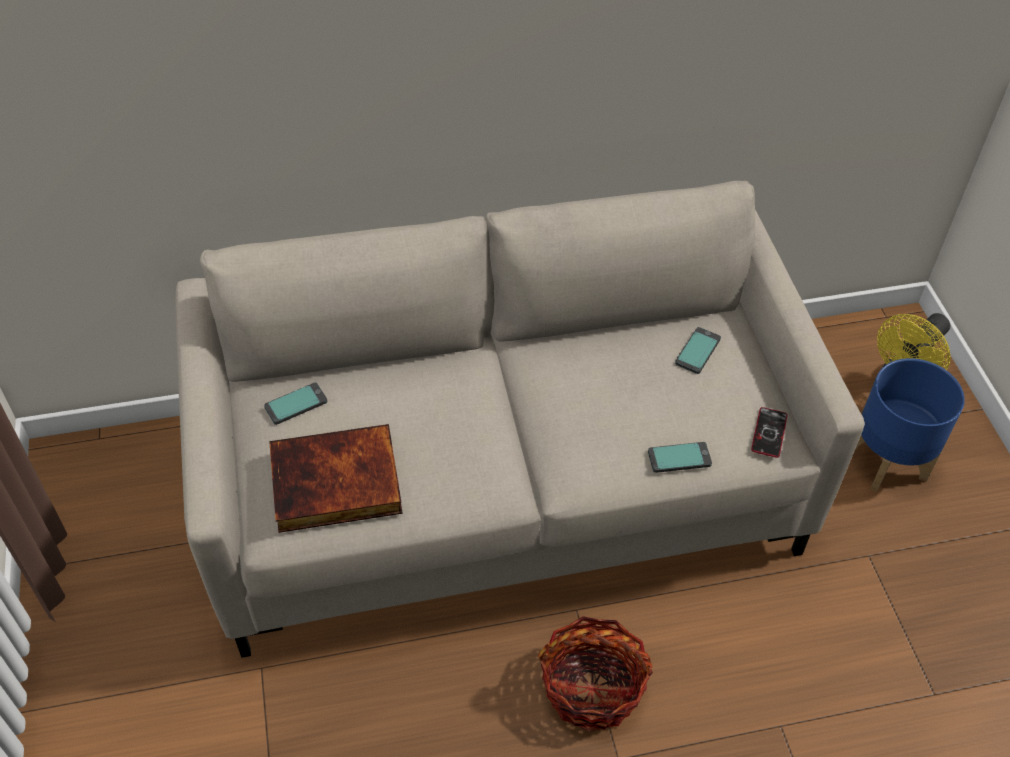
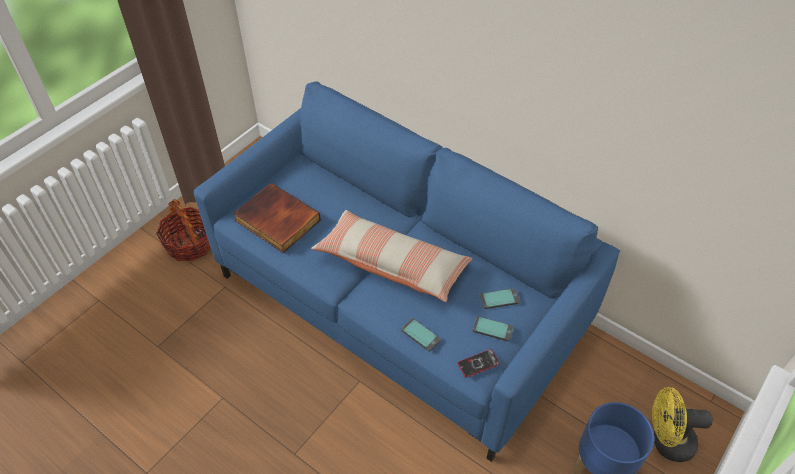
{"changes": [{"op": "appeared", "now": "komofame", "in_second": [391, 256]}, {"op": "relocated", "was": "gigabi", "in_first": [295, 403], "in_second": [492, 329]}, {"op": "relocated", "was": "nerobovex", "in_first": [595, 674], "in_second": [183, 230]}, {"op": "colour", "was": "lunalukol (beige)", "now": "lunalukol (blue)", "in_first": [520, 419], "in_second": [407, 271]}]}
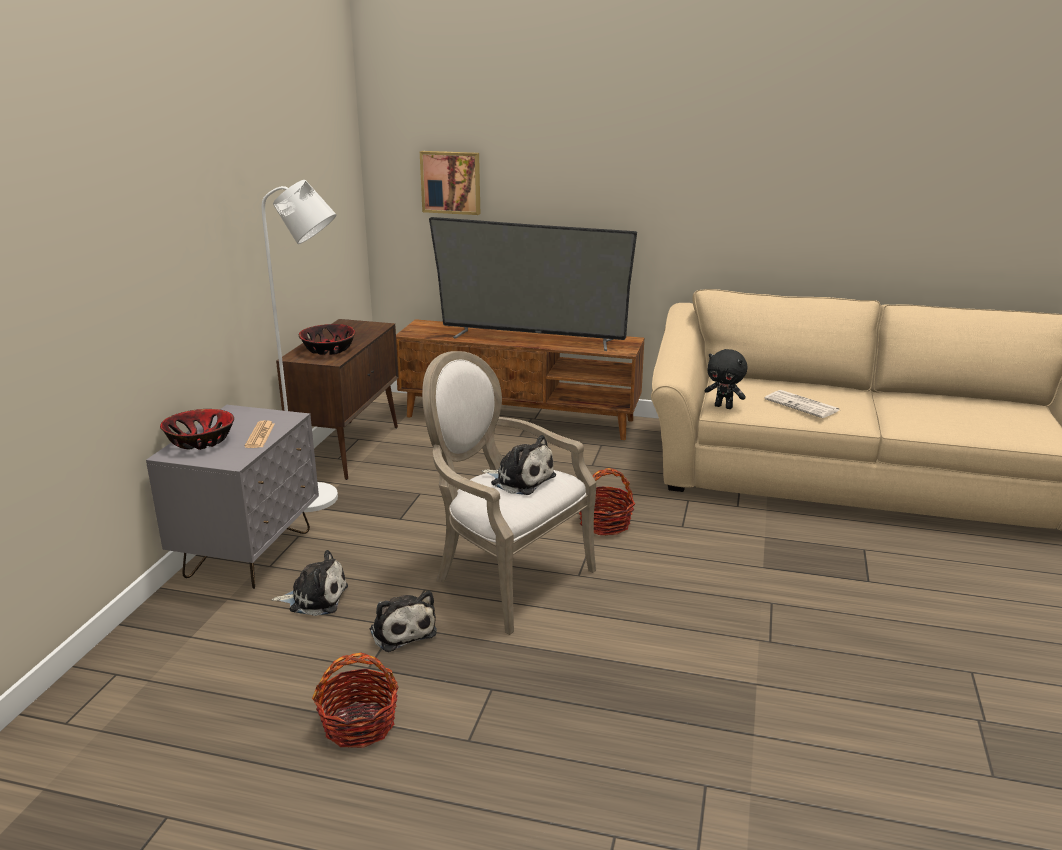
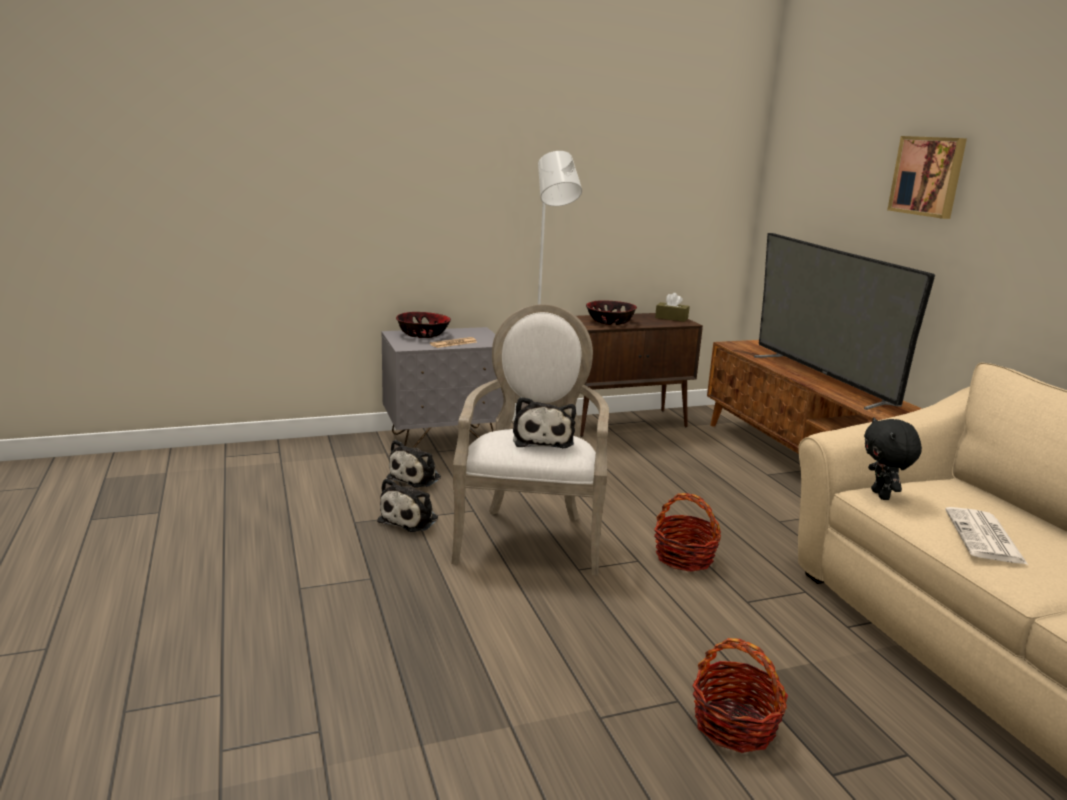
{"changes": [{"op": "appeared", "now": "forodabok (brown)", "in_second": [672, 307]}, {"op": "relocated", "was": "nerobovex", "in_first": [355, 700], "in_second": [740, 695]}, {"op": "relocated", "was": "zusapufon", "in_first": [450, 183], "in_second": [927, 177]}, {"op": "spun", "was": "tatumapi", "in_first": [309, 583], "in_second": [414, 464], "clockwise": 60}]}
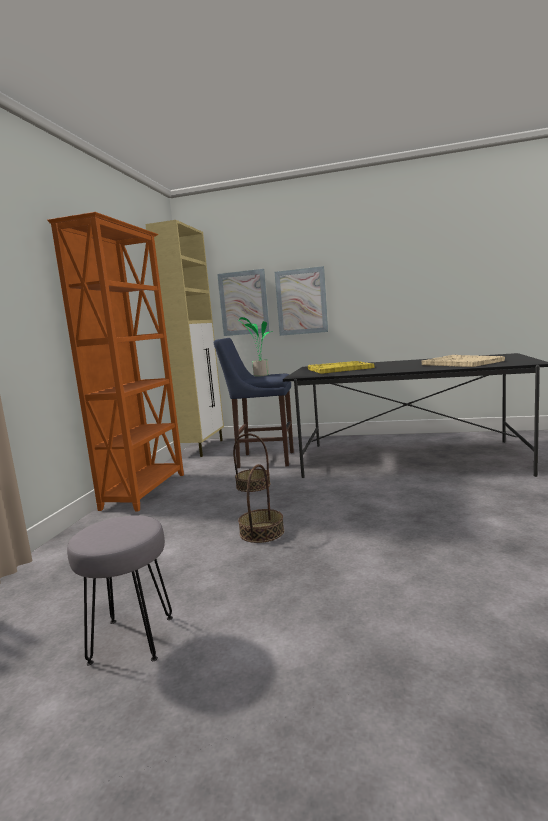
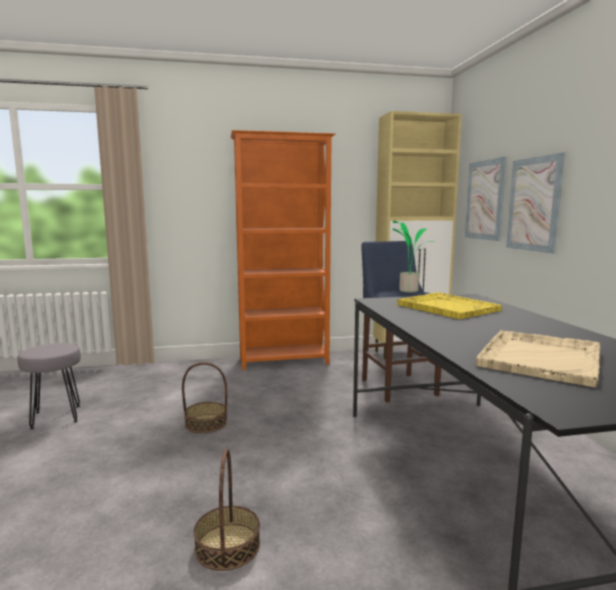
{"changes": [{"op": "relocated", "was": "nerobovex", "in_first": [252, 462], "in_second": [227, 509]}]}
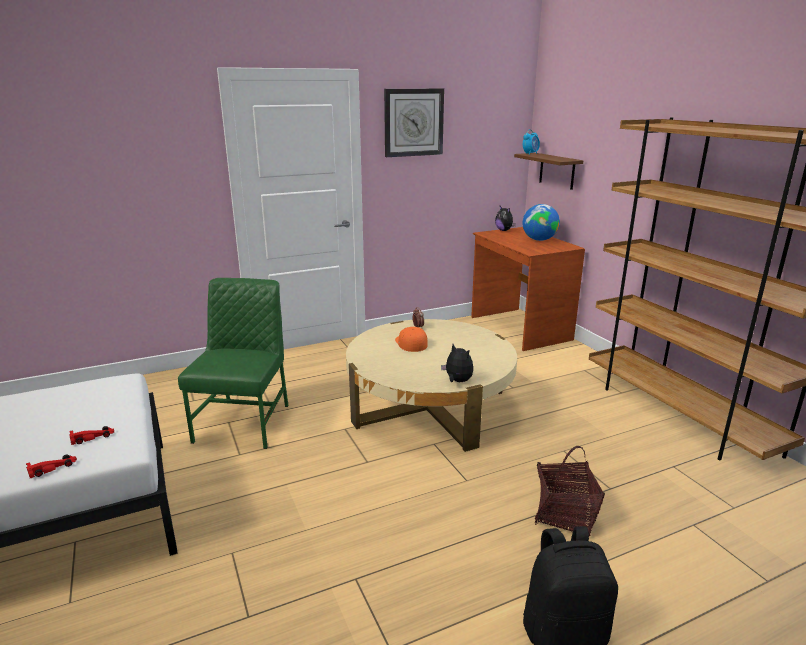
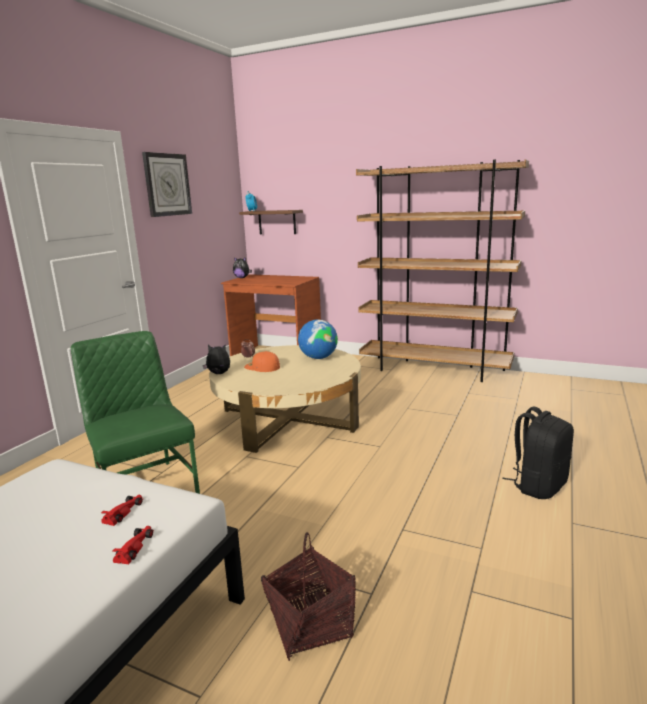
{"changes": [{"op": "relocated", "was": "tatumapi", "in_first": [457, 363], "in_second": [216, 359]}, {"op": "relocated", "was": "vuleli", "in_first": [541, 222], "in_second": [318, 339]}, {"op": "relocated", "was": "nerobovex", "in_first": [570, 491], "in_second": [308, 596]}]}
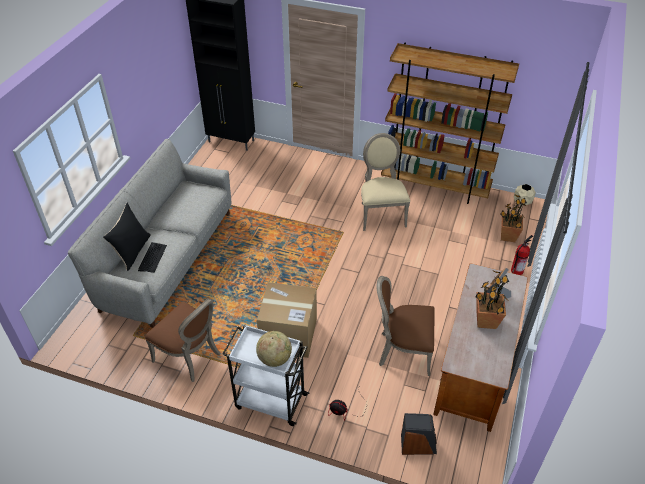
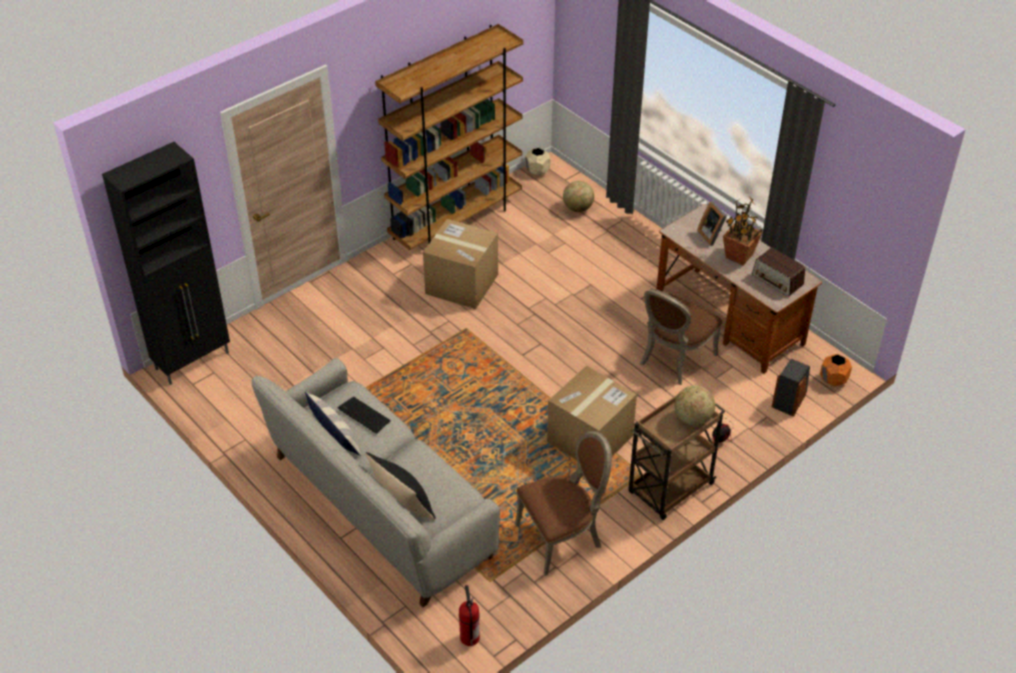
{"changes": [{"op": "appeared", "now": "komofame", "in_second": [333, 423]}, {"op": "appeared", "now": "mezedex", "in_second": [778, 272]}, {"op": "appeared", "now": "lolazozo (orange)", "in_second": [836, 370]}, {"op": "relocated", "was": "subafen", "in_first": [152, 257], "in_second": [364, 415]}, {"op": "relocated", "was": "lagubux", "in_first": [522, 255], "in_second": [469, 615]}, {"op": "exchanged", "was": "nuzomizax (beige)", "now": "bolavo", "in_first": [385, 182], "in_second": [460, 264]}, {"op": "exchanged", "was": "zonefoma", "now": "vuleli", "in_first": [513, 218], "in_second": [578, 196]}, {"op": "colour", "was": "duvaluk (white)", "now": "duvaluk (brown)", "in_first": [266, 375], "in_second": [676, 457]}]}
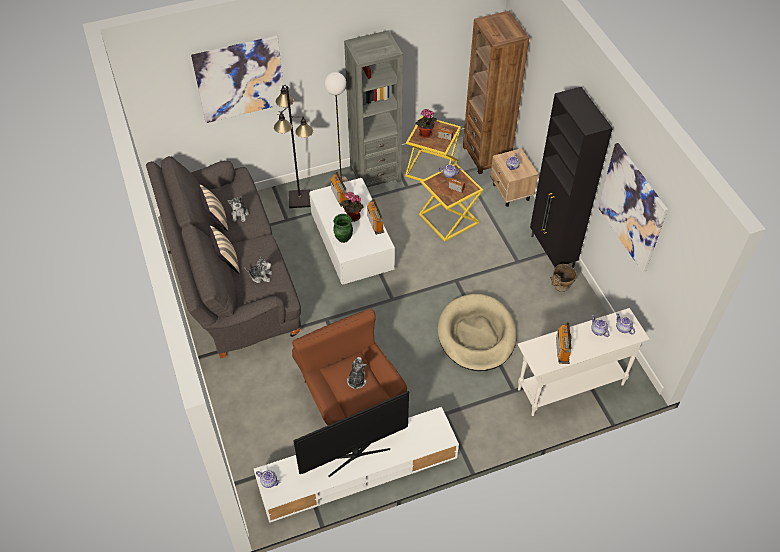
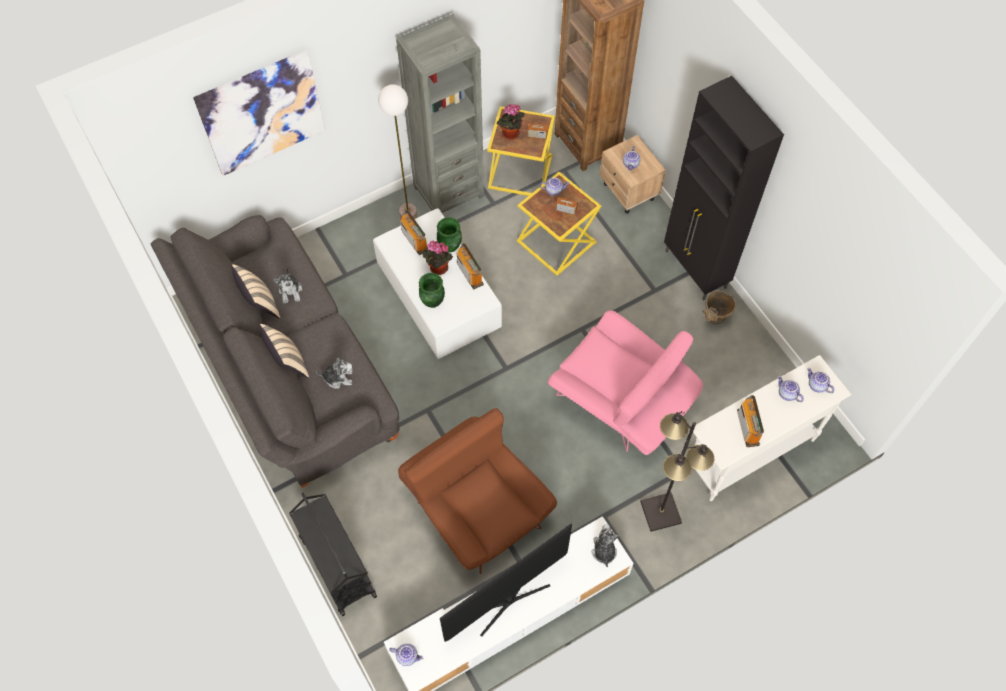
{"changes": [{"op": "missing", "was": "zusapufon", "in_first": [633, 207]}, {"op": "appeared", "now": "duvaluk (black)", "in_second": [333, 554]}, {"op": "appeared", "now": "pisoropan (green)", "in_second": [449, 234]}, {"op": "relocated", "was": "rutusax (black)", "in_first": [294, 146], "in_second": [677, 471]}, {"op": "relocated", "was": "tatumapi", "in_first": [357, 373], "in_second": [605, 545]}, {"op": "exchanged", "was": "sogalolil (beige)", "now": "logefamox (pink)", "in_first": [477, 332], "in_second": [625, 383]}]}
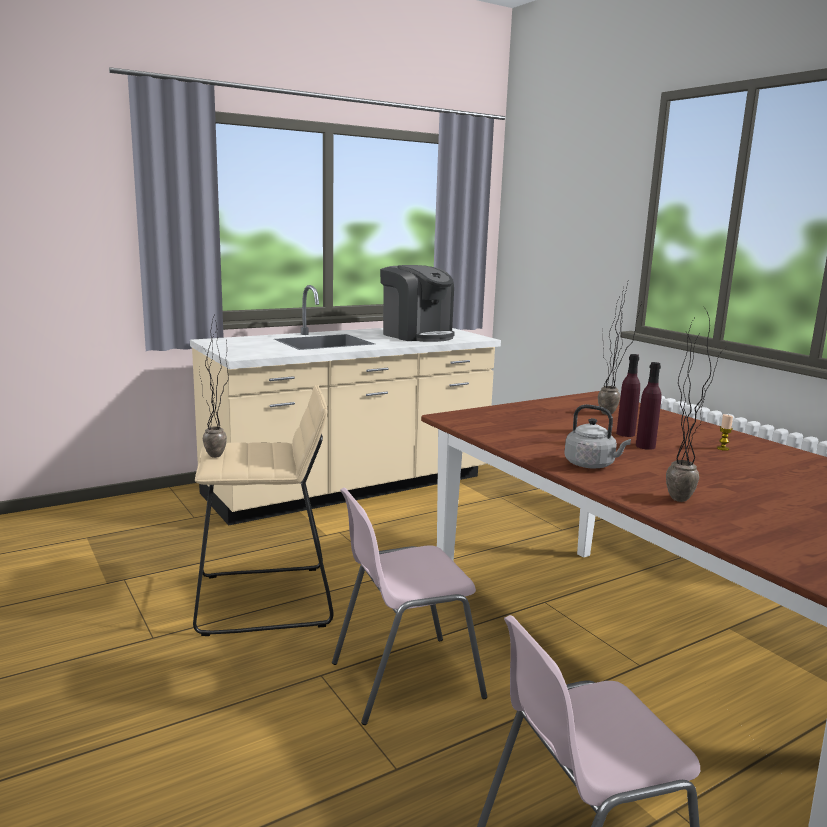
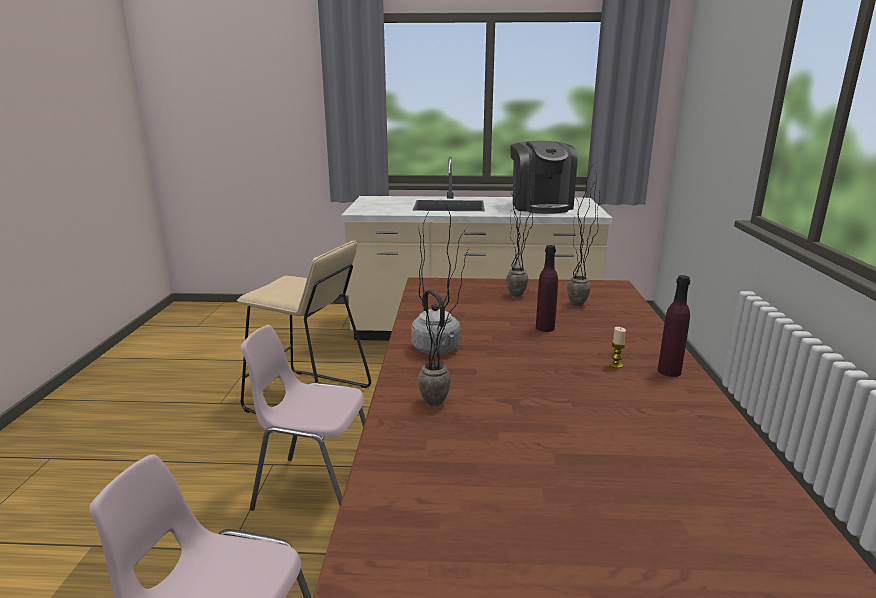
{"changes": [{"op": "relocated", "was": "zonefoma", "in_first": [214, 389], "in_second": [519, 228]}, {"op": "relocated", "was": "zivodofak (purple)", "in_first": [648, 406], "in_second": [674, 326]}]}
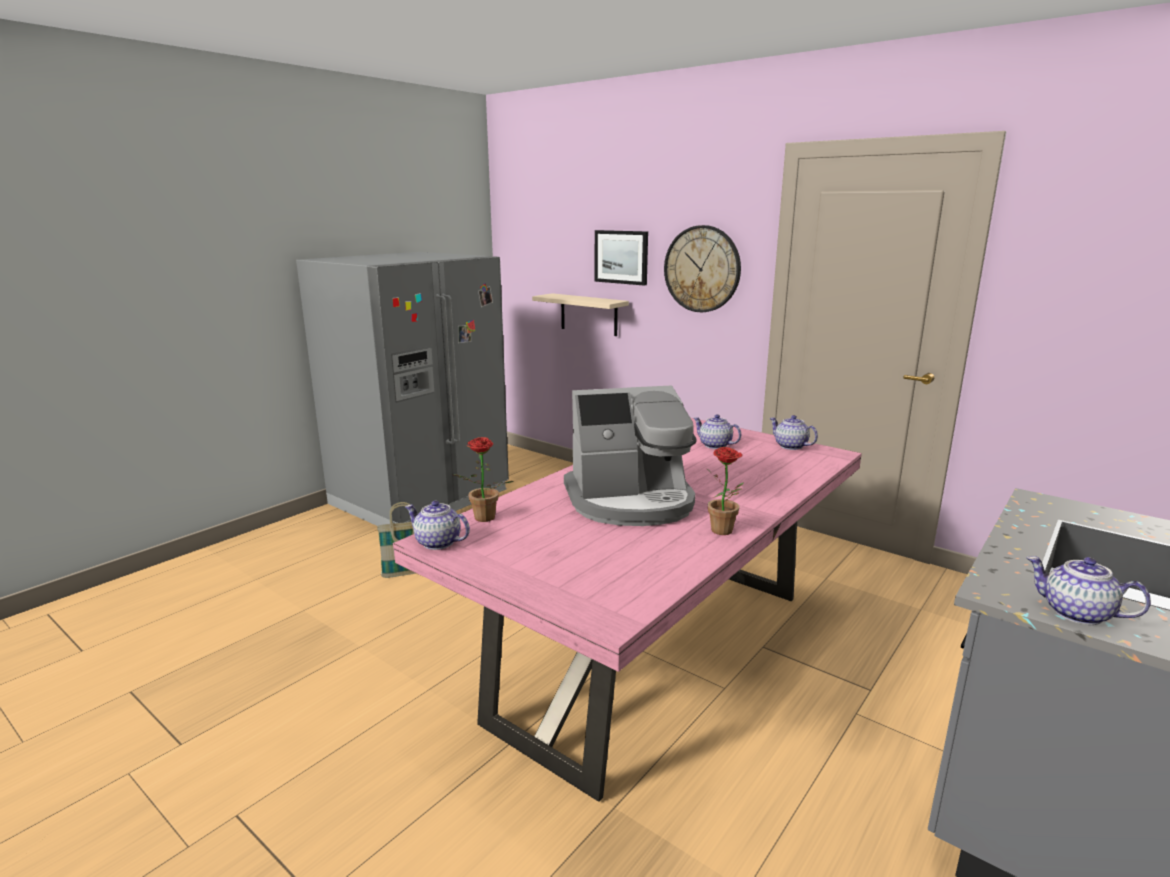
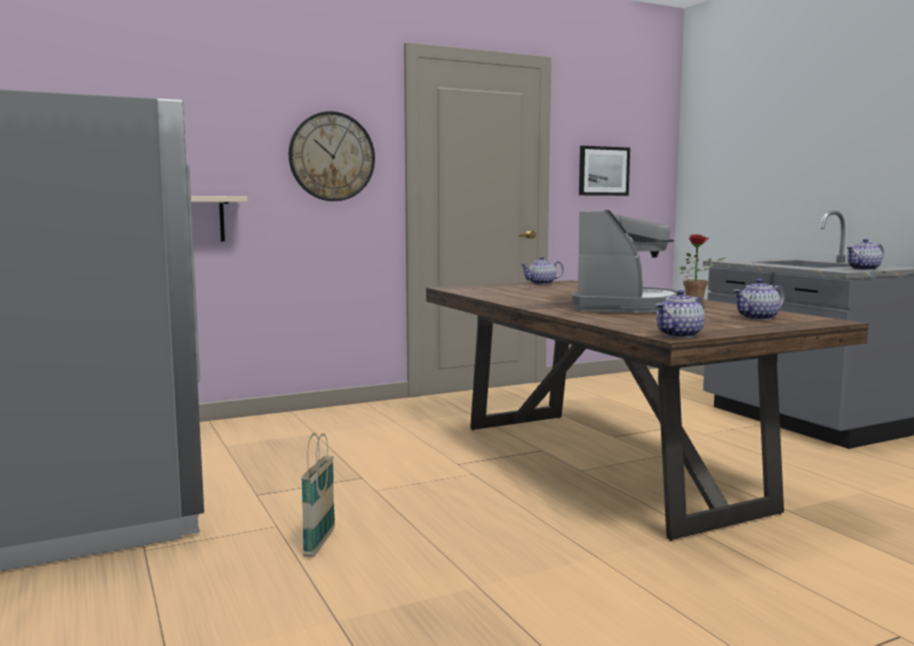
{"changes": [{"op": "missing", "was": "zonefoma", "in_first": [484, 479]}, {"op": "relocated", "was": "zusapufon", "in_first": [621, 258], "in_second": [604, 171]}, {"op": "relocated", "was": "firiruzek", "in_first": [717, 431], "in_second": [759, 299]}, {"op": "colour", "was": "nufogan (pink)", "now": "nufogan (brown)", "in_first": [627, 610], "in_second": [647, 410]}]}
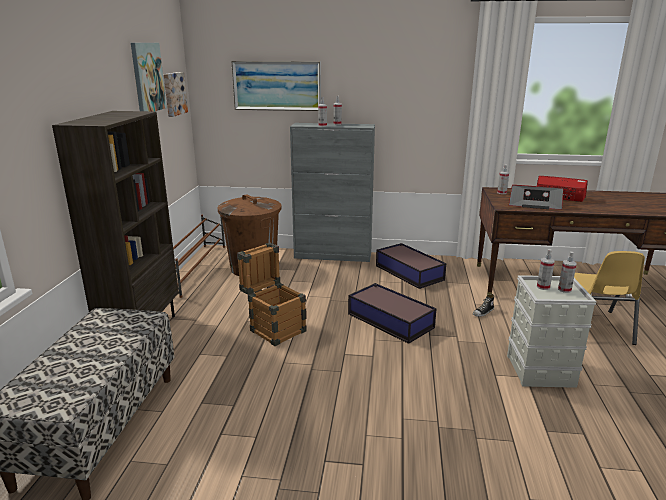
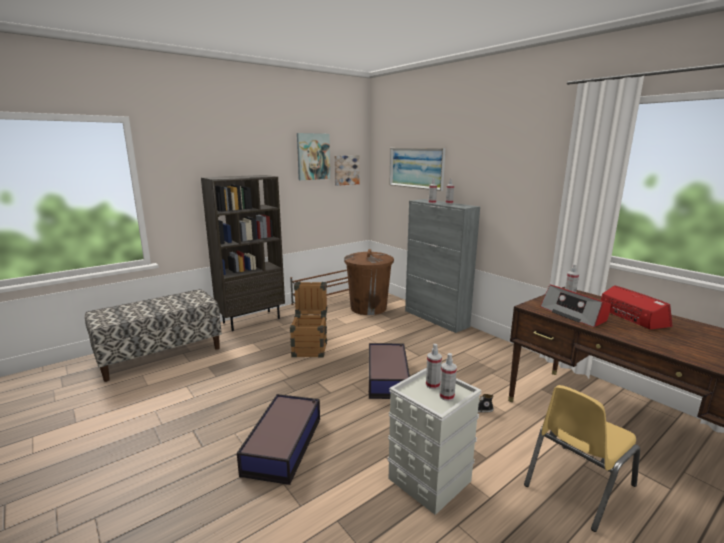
{"changes": [{"op": "relocated", "was": "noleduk", "in_first": [411, 266], "in_second": [278, 439]}]}
